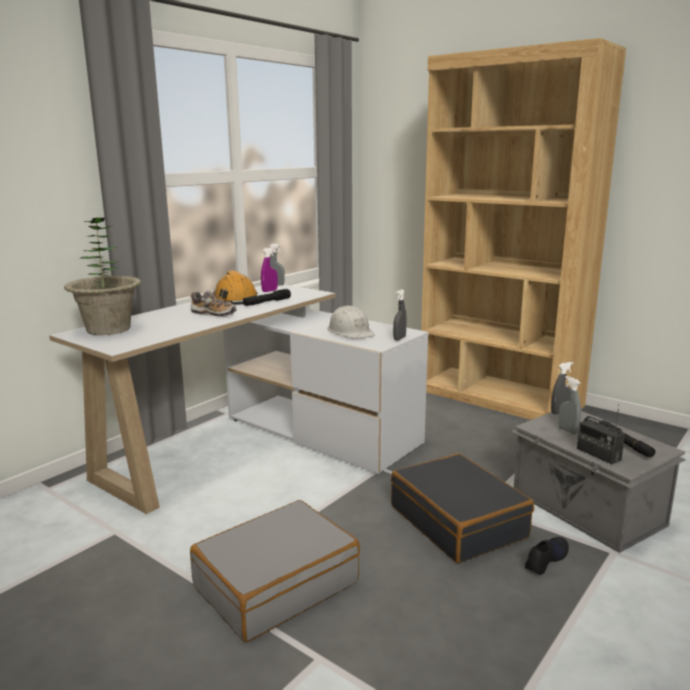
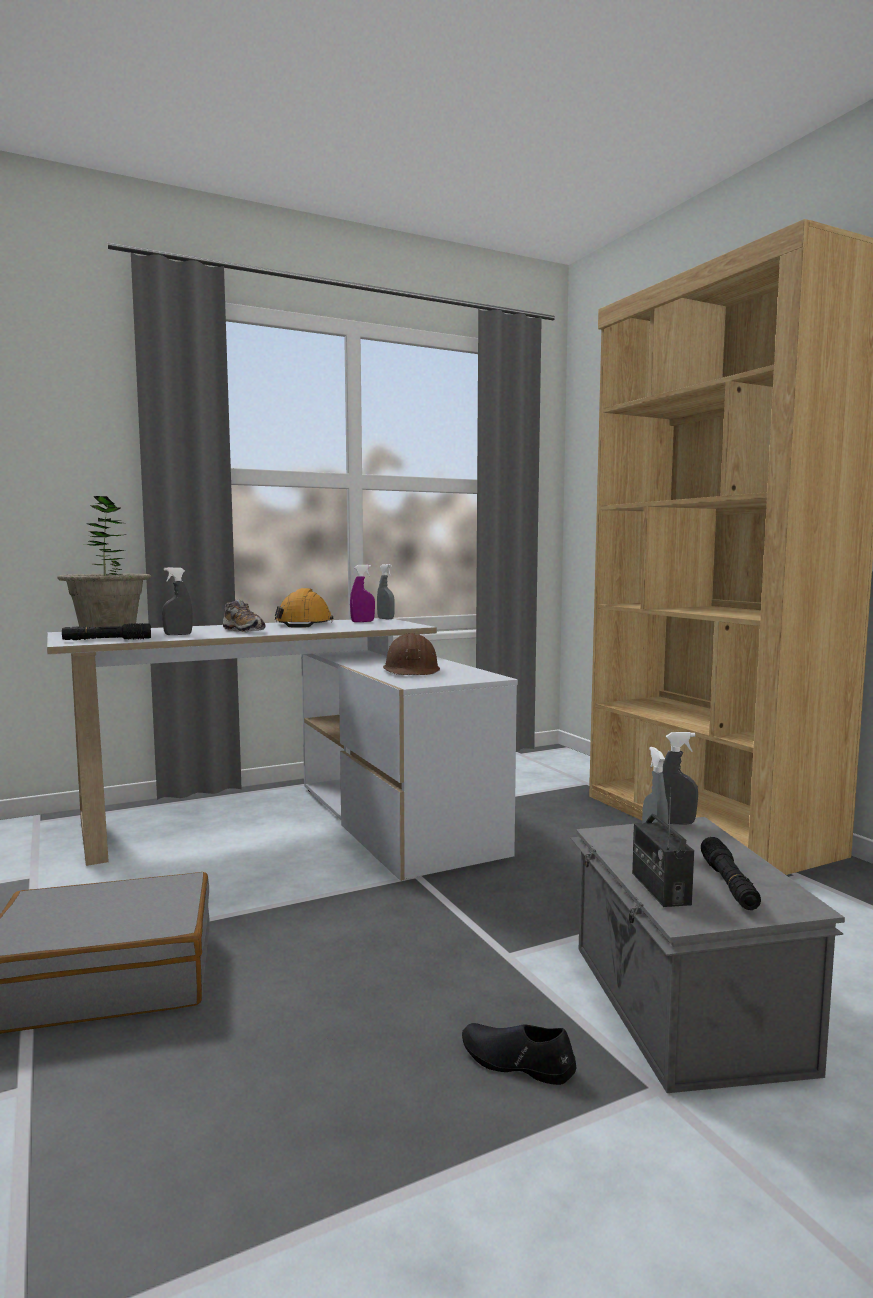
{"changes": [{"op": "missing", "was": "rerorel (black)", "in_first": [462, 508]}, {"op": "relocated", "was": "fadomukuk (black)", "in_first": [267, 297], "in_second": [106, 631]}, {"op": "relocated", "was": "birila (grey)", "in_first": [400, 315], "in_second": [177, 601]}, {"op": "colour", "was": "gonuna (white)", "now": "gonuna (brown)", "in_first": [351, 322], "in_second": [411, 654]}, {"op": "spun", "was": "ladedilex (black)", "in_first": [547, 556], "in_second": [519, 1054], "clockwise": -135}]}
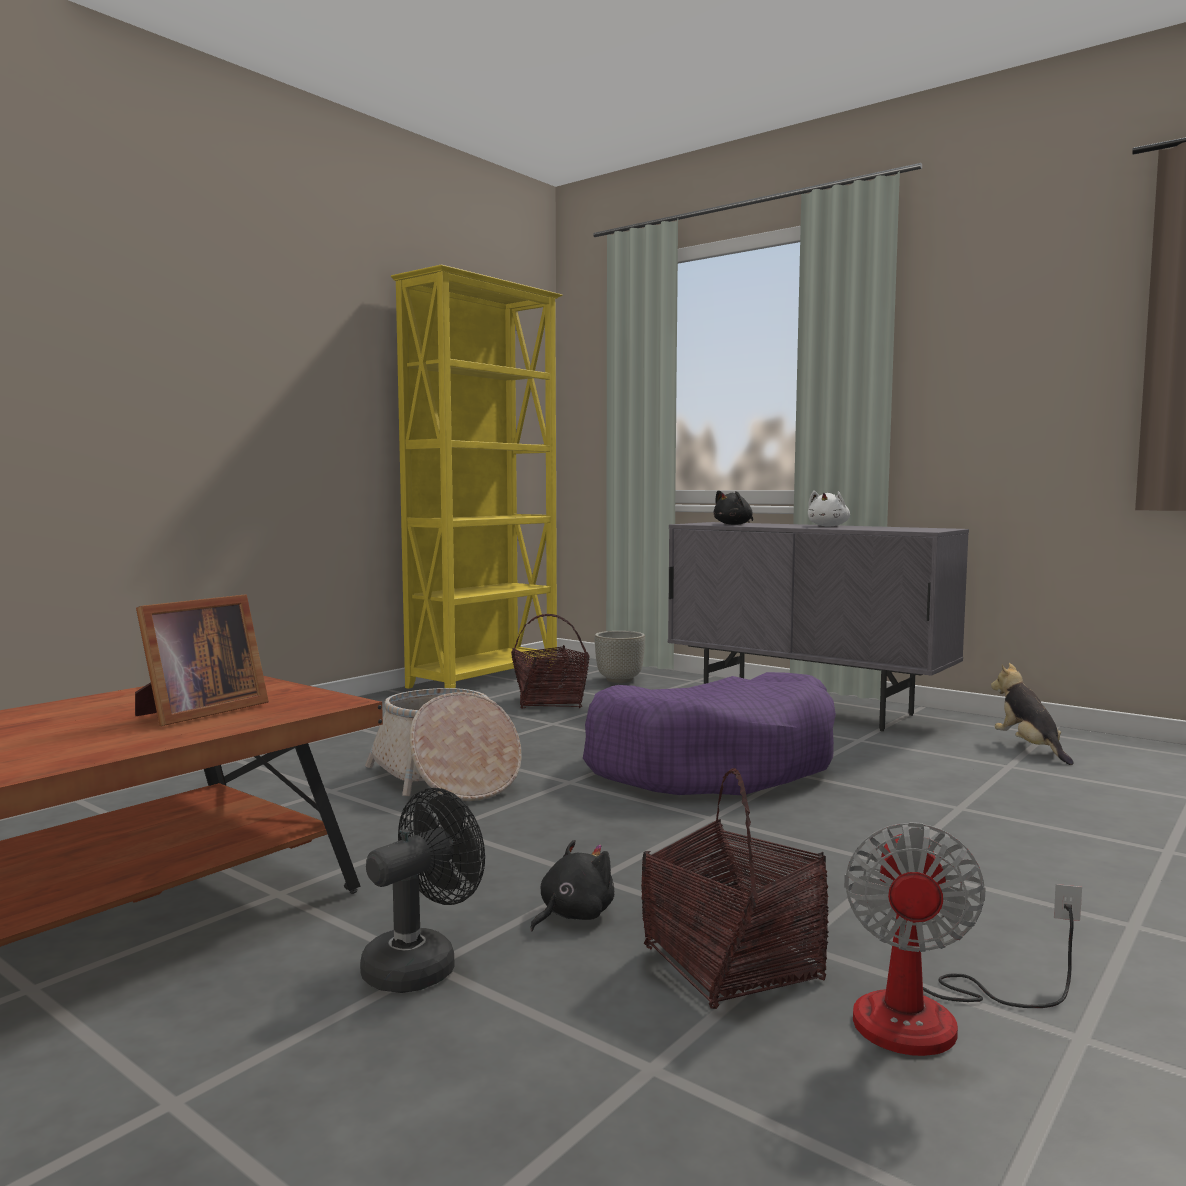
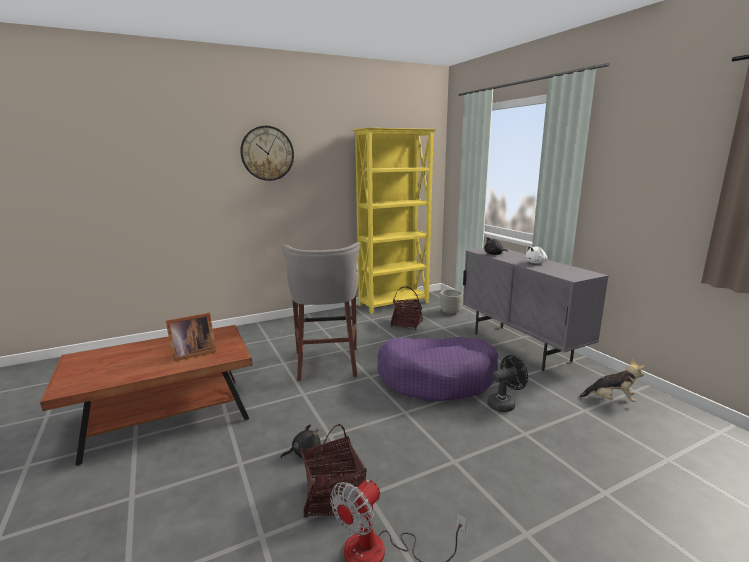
{"changes": [{"op": "appeared", "now": "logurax", "in_second": [267, 153]}, {"op": "relocated", "was": "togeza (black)", "in_first": [422, 890], "in_second": [507, 383]}, {"op": "exchanged", "was": "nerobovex", "now": "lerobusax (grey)", "in_first": [443, 744], "in_second": [321, 311]}, {"op": "spun", "was": "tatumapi", "in_first": [1032, 714], "in_second": [611, 380], "clockwise": 90}]}
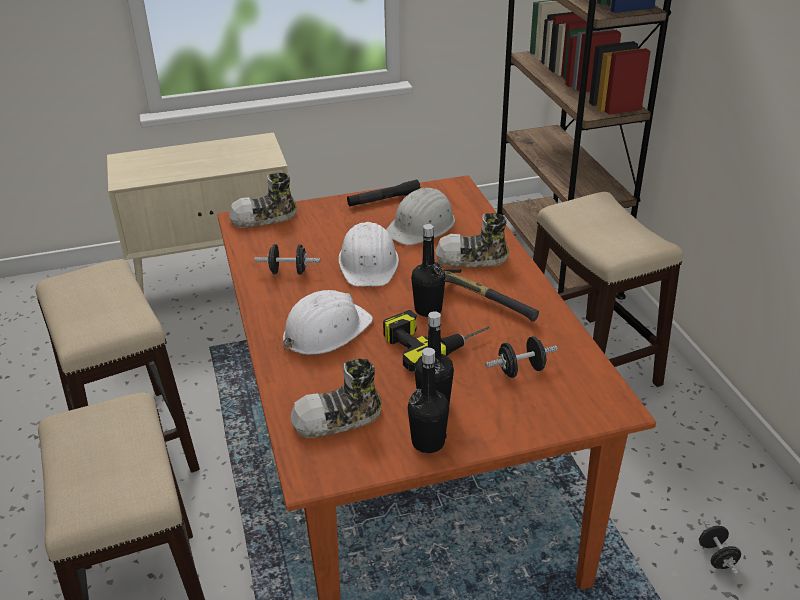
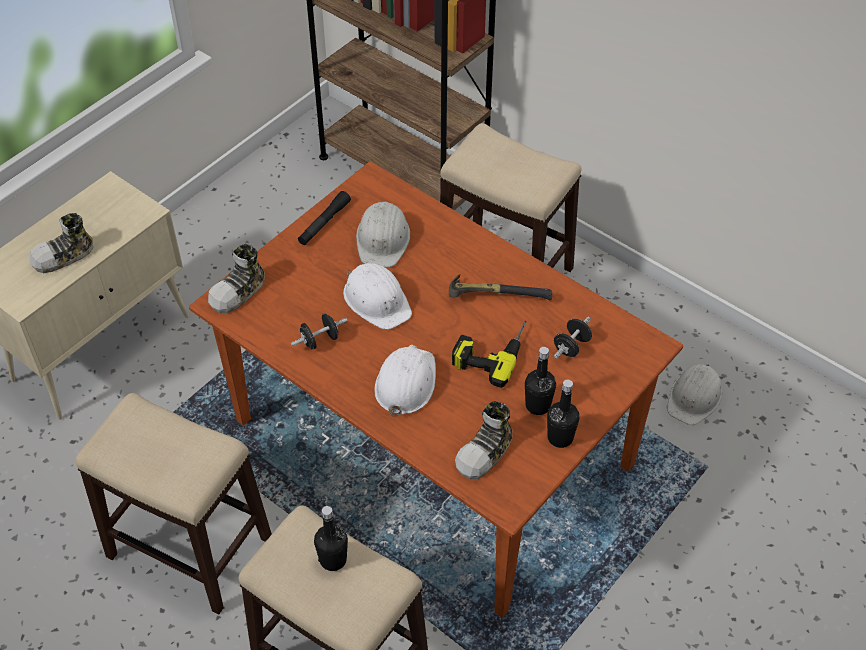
{"changes": [{"op": "relocated", "was": "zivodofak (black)", "in_first": [428, 270], "in_second": [331, 538]}, {"op": "relocated", "was": "ladedilex", "in_first": [472, 240], "in_second": [61, 243]}, {"op": "exchanged", "was": "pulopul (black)", "now": "gonuna (white)", "in_first": [720, 548], "in_second": [694, 394]}]}
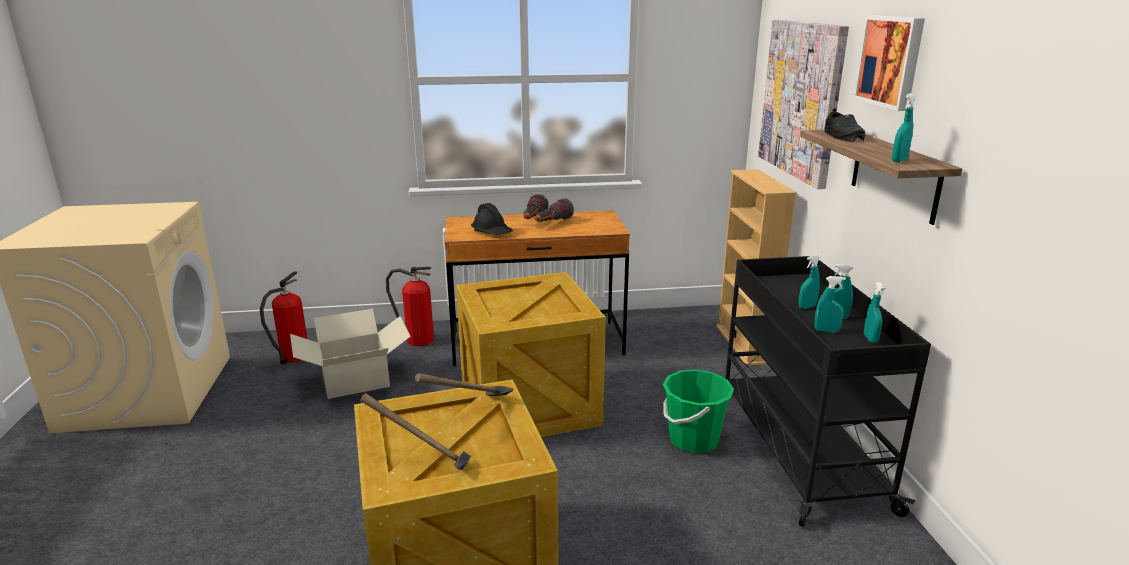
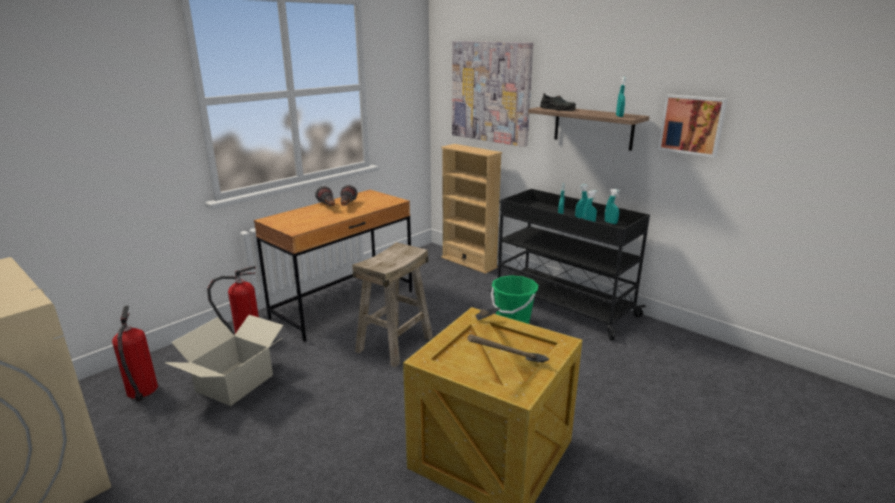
{"changes": [{"op": "missing", "was": "gonuna (black)", "in_first": [492, 219]}, {"op": "relocated", "was": "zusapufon", "in_first": [889, 63], "in_second": [693, 126]}, {"op": "exchanged", "was": "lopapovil", "now": "lerobusax (beige)", "in_first": [531, 354], "in_second": [392, 304]}]}
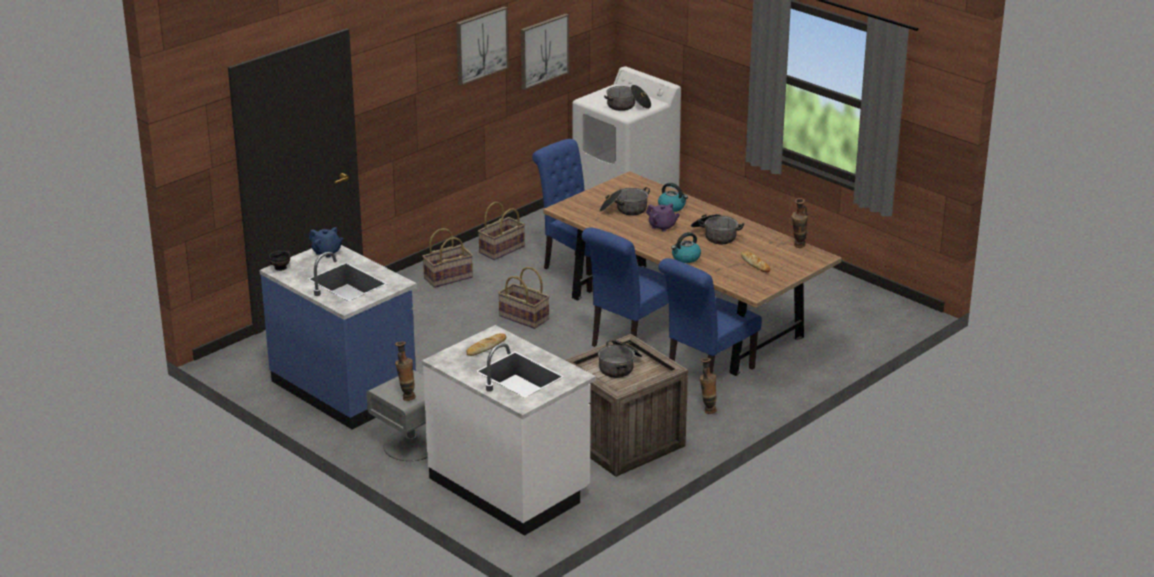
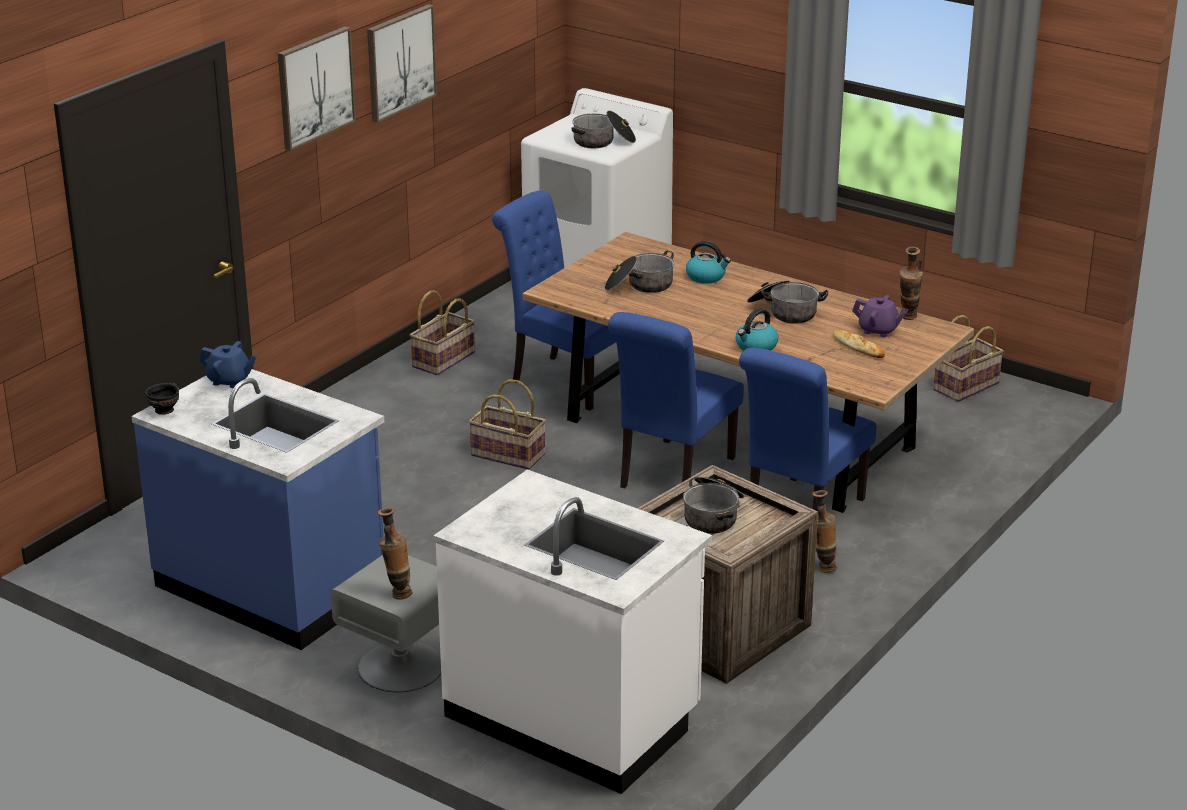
{"changes": [{"op": "missing", "was": "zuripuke", "in_first": [486, 344]}, {"op": "relocated", "was": "nerobovex", "in_first": [447, 258], "in_second": [968, 358]}, {"op": "relocated", "was": "zusapufon", "in_first": [545, 51], "in_second": [317, 88]}, {"op": "relocated", "was": "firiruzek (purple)", "in_first": [663, 217], "in_second": [880, 316]}]}
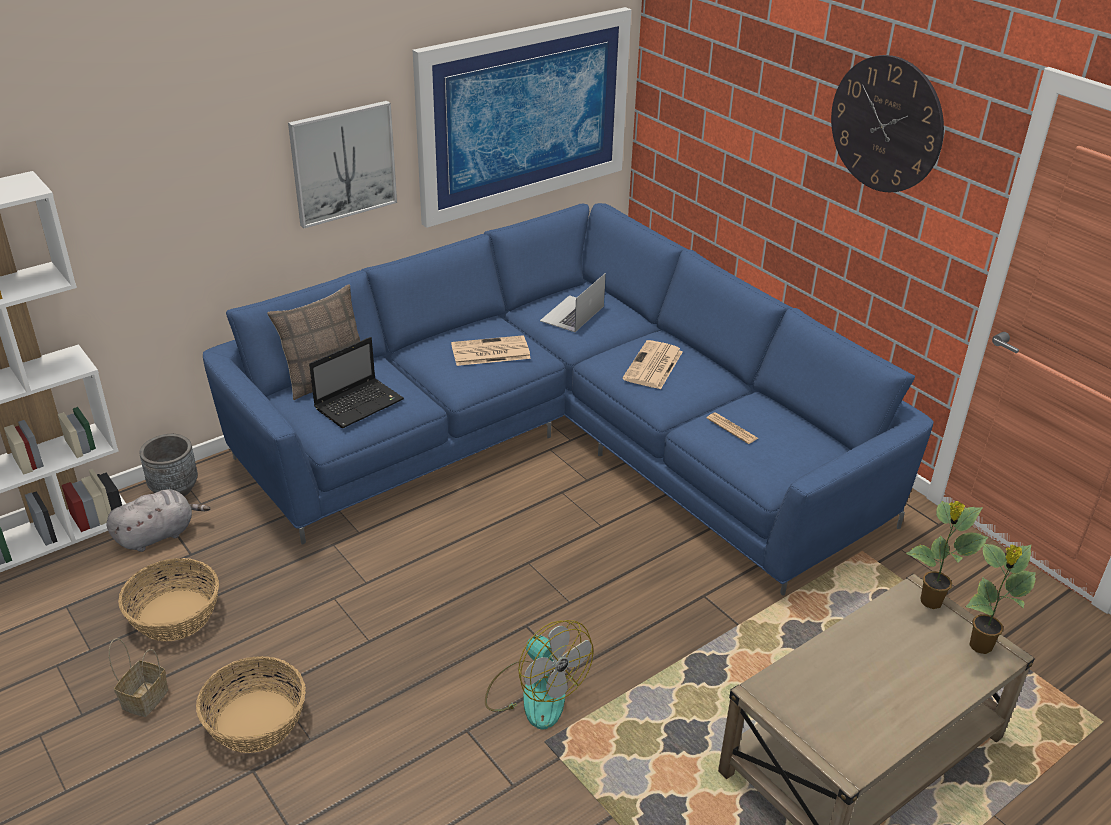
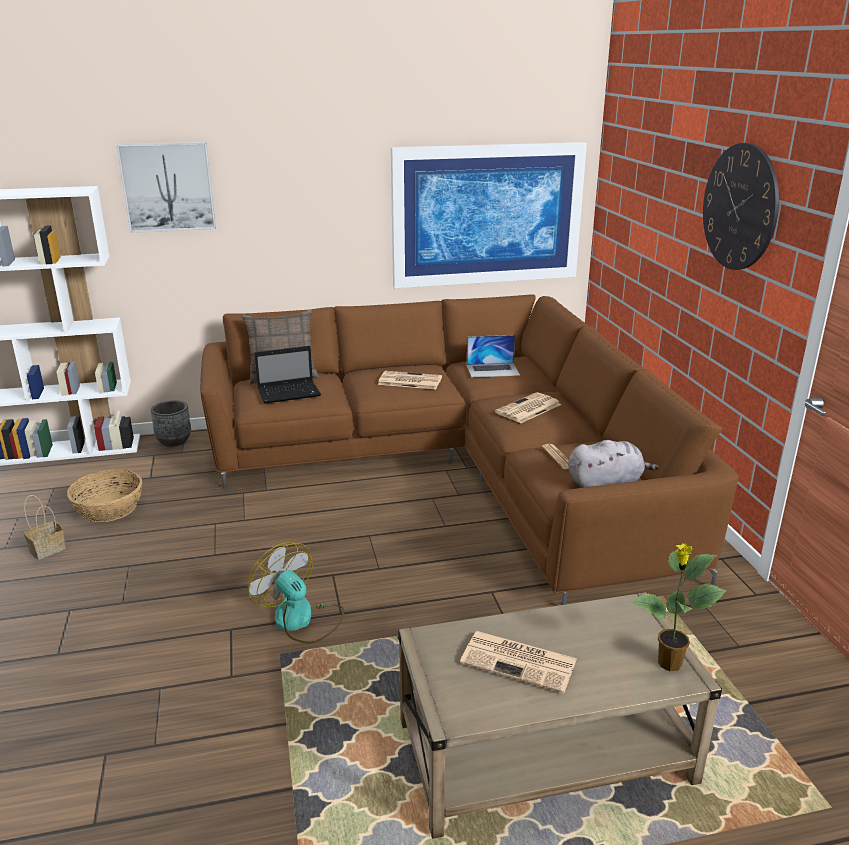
{"changes": [{"op": "missing", "was": "nerobovex", "in_first": [251, 704]}, {"op": "missing", "was": "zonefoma", "in_first": [947, 555]}, {"op": "appeared", "now": "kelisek", "in_second": [518, 662]}, {"op": "relocated", "was": "tatumapi (grey)", "in_first": [158, 520], "in_second": [613, 464]}, {"op": "relocated", "was": "zusapufon", "in_first": [342, 164], "in_second": [166, 187]}, {"op": "colour", "was": "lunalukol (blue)", "now": "lunalukol (brown)", "in_first": [568, 399], "in_second": [469, 449]}, {"op": "spun", "was": "togeza", "in_first": [539, 674], "in_second": [295, 593], "clockwise": 150}, {"op": "spun", "was": "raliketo", "in_first": [573, 302], "in_second": [493, 356], "clockwise": -150}]}
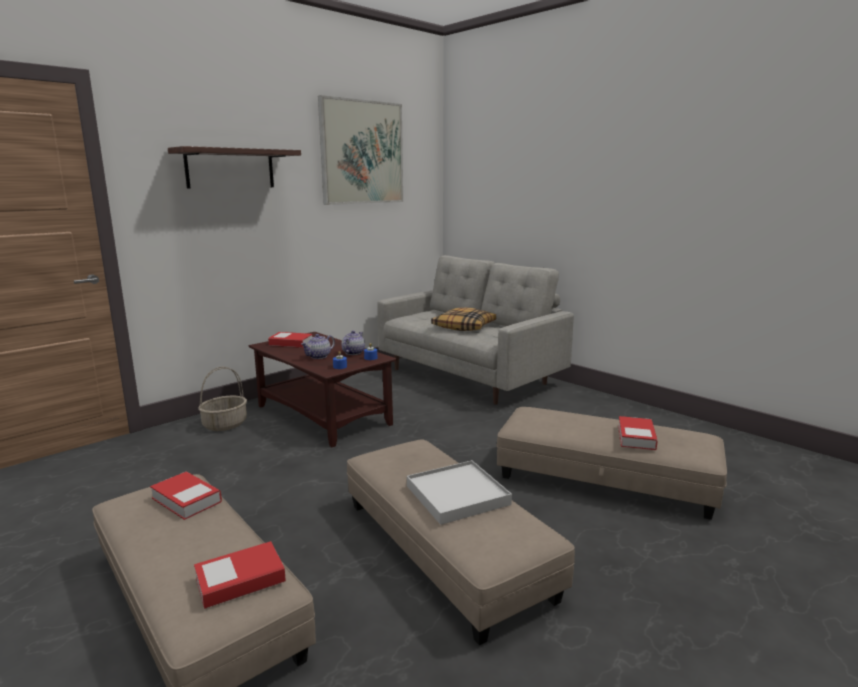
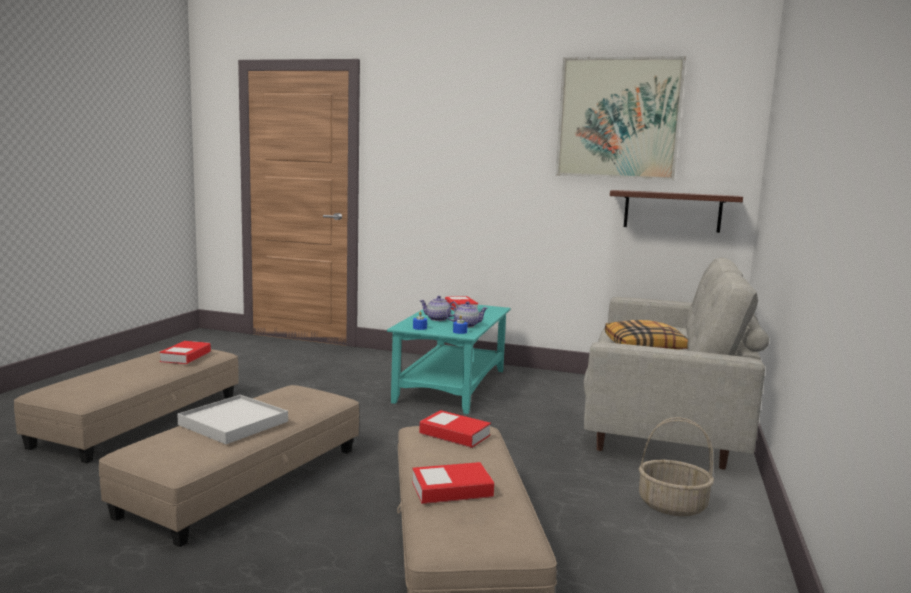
{"changes": [{"op": "relocated", "was": "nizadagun", "in_first": [234, 167], "in_second": [676, 211]}, {"op": "relocated", "was": "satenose", "in_first": [240, 575], "in_second": [455, 429]}, {"op": "relocated", "was": "nerobovex", "in_first": [222, 399], "in_second": [676, 466]}, {"op": "colour", "was": "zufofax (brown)", "now": "zufofax (turquoise)", "in_first": [323, 389], "in_second": [449, 359]}]}
